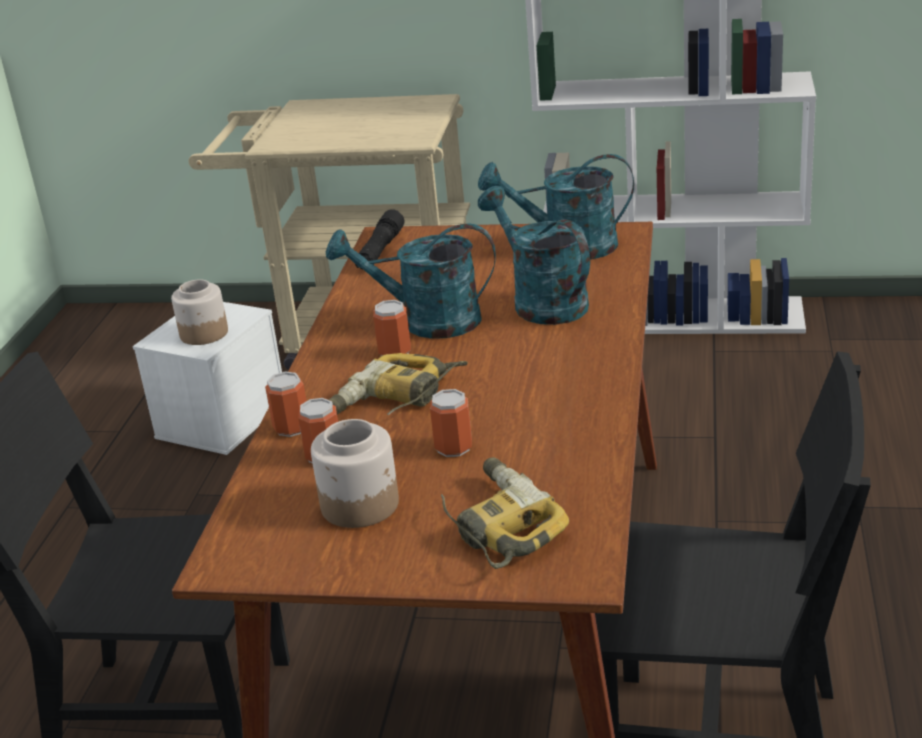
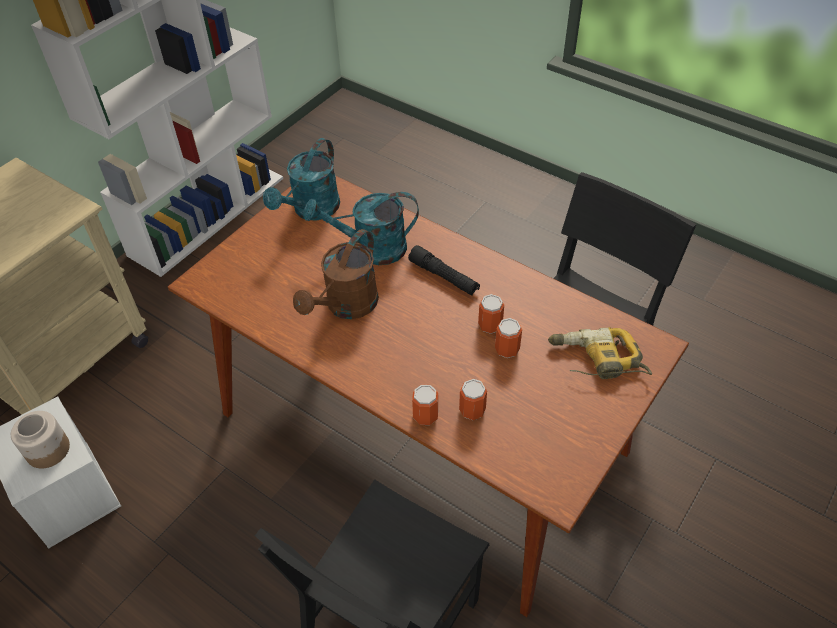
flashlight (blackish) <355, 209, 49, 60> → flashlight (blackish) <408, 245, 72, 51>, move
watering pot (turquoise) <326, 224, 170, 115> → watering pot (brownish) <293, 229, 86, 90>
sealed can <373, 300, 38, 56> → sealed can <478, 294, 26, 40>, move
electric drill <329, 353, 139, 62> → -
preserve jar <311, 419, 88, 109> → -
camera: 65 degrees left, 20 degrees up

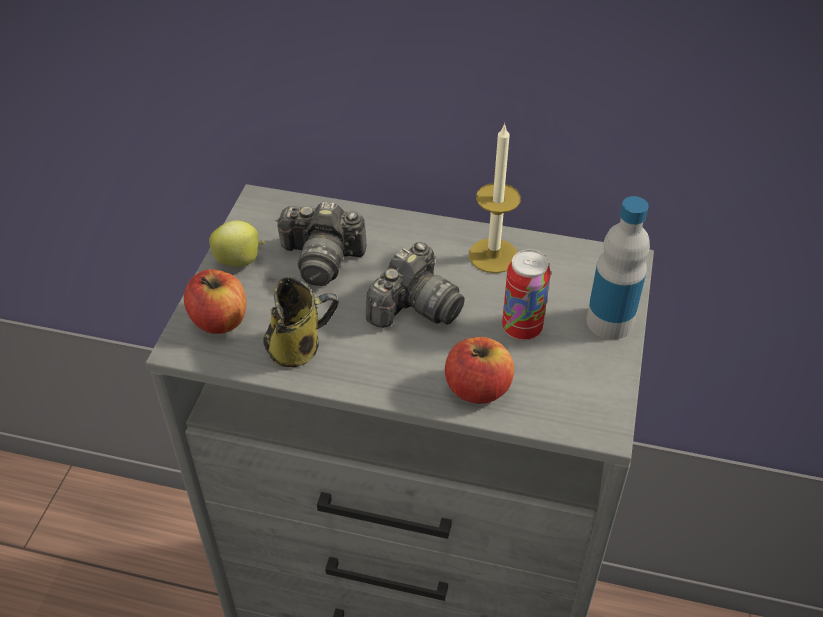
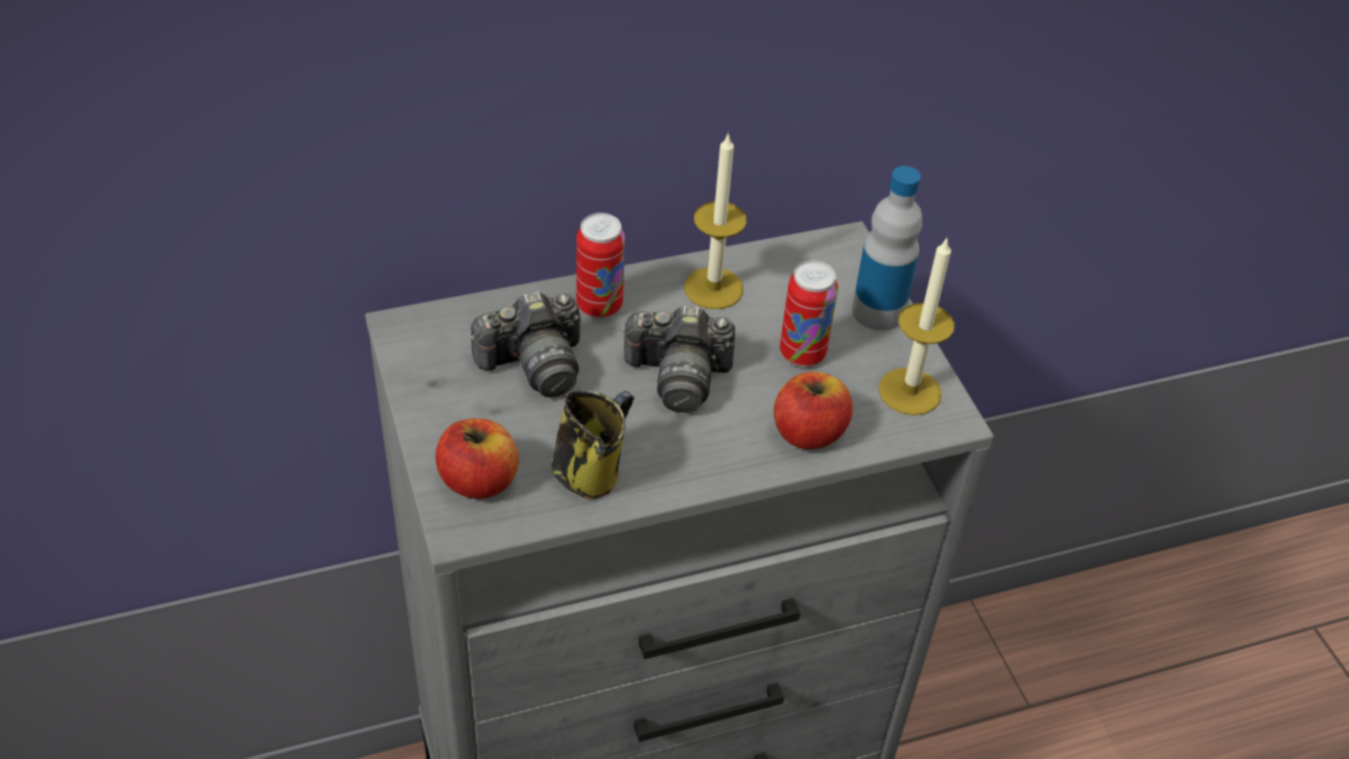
apple <209, 220, 56, 47> → -
photo camera <366, 242, 99, 86> → photo camera <621, 306, 114, 107>, 90 degrees clockwise
- → sealed can <576, 213, 49, 106>
- → wax candle <878, 237, 77, 178>
camera: 35 degrees left, 0 degrees up

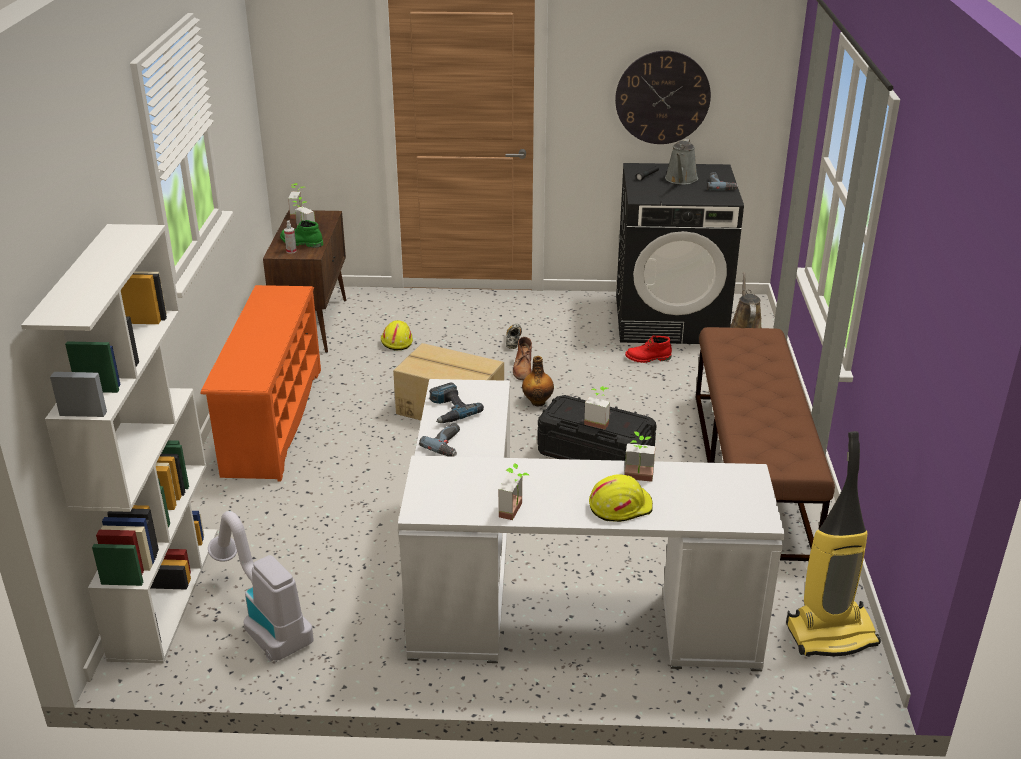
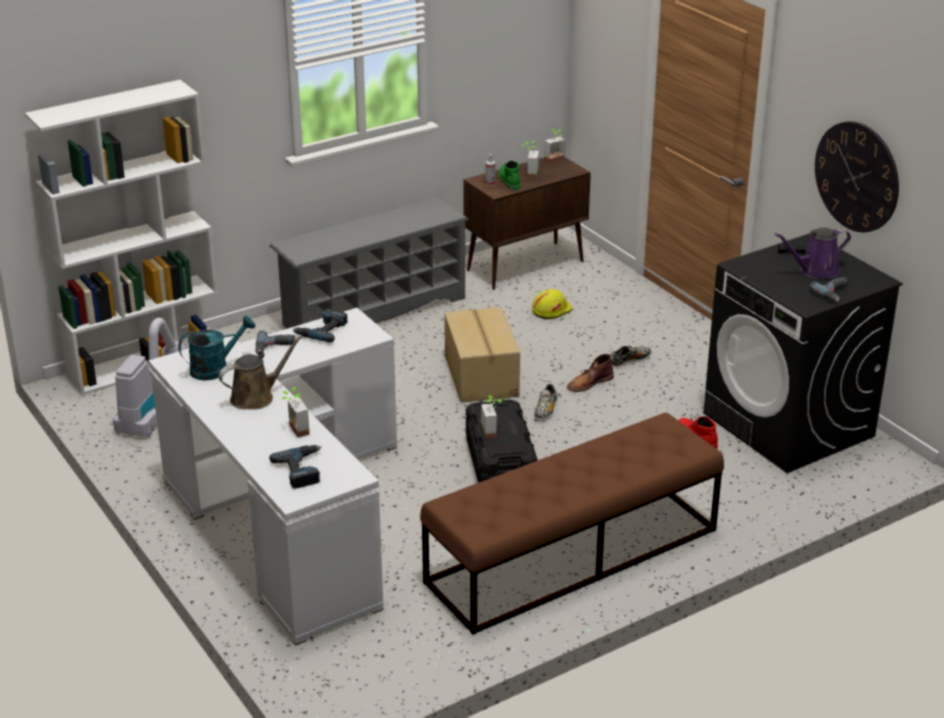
watering pot (greyish) <665, 139, 33, 46> → watering pot (purple-coloured) <775, 227, 76, 52>
watering pot (brownish) <730, 272, 32, 56> → watering pot (brownish) <219, 335, 84, 74>, move
shoe rack (orangey) <201, 285, 120, 197> → shoe rack (greyish) <270, 198, 199, 131>
beverage bottle <522, 356, 32, 50> → shoe <534, 384, 23, 34>
vacuum cleaner <786, 431, 95, 225> → -
potted plant <499, 463, 30, 57> → -
safety helmet (yellowish) <589, 474, 64, 48> → -
- → watering pot (turquoise) <178, 315, 77, 65>
- → electric drill <269, 445, 53, 44>
camera: 55 degrees right, 0 degrees up

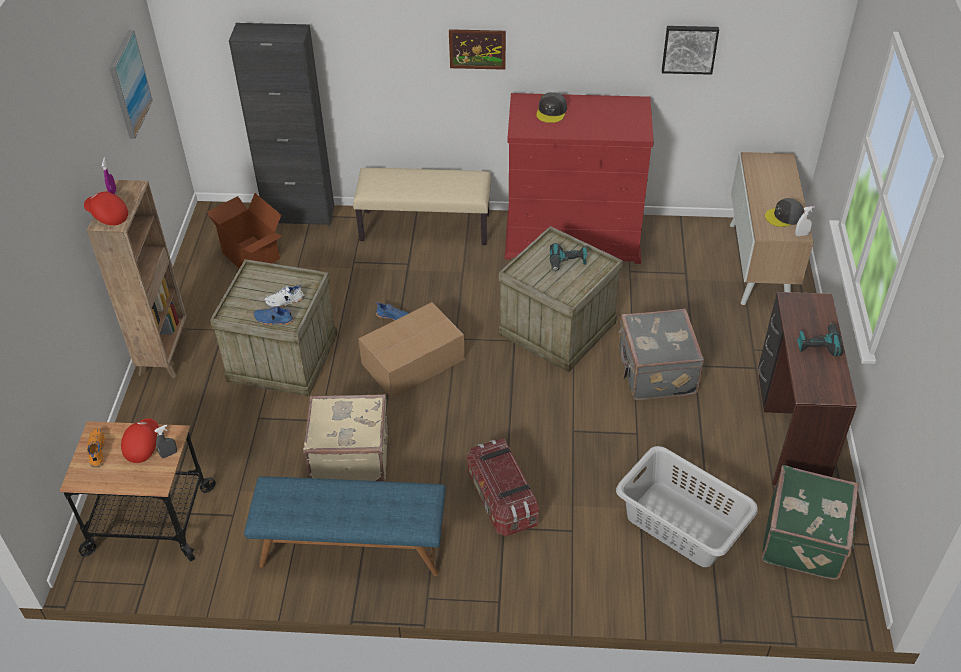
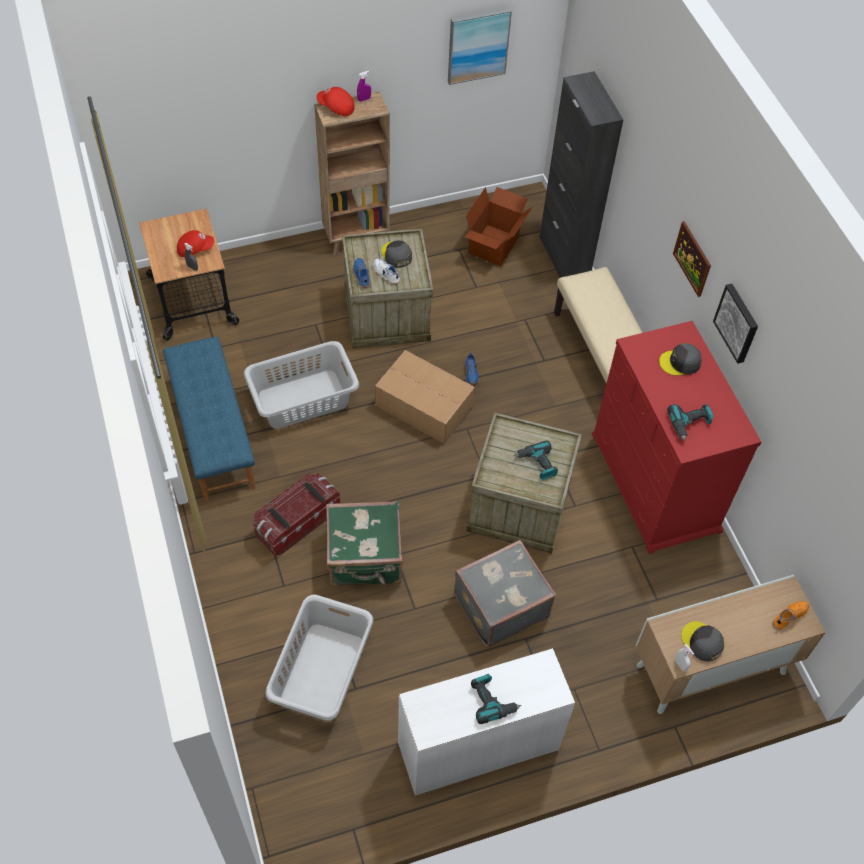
wall picture <662, 26, 57, 49> → wall picture <713, 284, 45, 80>, move
peaked cap (red-coloured) <84, 192, 44, 34> → peaked cap (red-coloured) <317, 87, 37, 29>, 75 degrees counterclockwise
desk table (brownish) <758, 292, 99, 194> → desk table (white) <398, 648, 177, 148>
piece of luggage (beige-coloured) <303, 394, 85, 87> → washing basket (greyish) <244, 341, 115, 88>
shoe (orangey) <87, 428, 19, 40> → shoe (orangey) <773, 601, 36, 29>, move
piece of luggage (green) <762, 465, 97, 115> → piece of luggage (green) <326, 501, 77, 85>, move
- → peaked cap (greyish) <382, 240, 30, 28>
- → electric drill <667, 404, 47, 37>
camera: 65 degrees right, 10 degrees up

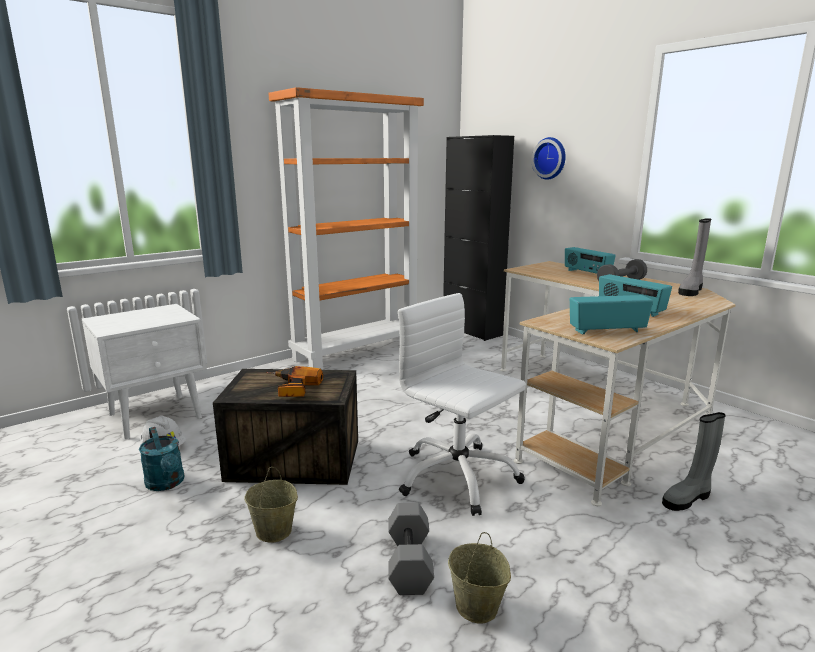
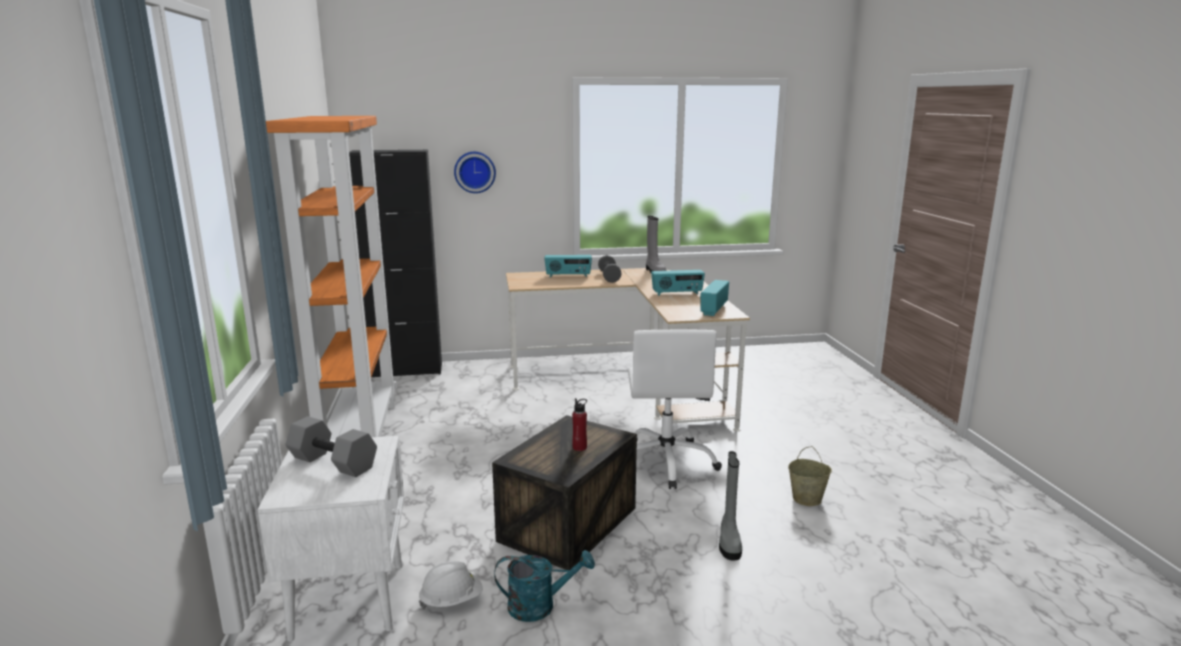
computer chair (white) <398, 293, 128, 223> → computer chair (white) <628, 330, 94, 159>, 75 degrees counterclockwise
electric drill <266, 366, 57, 31> → beverage bottle (red-coloured) <572, 398, 15, 53>
boot (greyish) <662, 412, 63, 99> → boot (greyish) <719, 451, 23, 109>, move
water bucket (beige-coloured) <244, 467, 54, 76> → -
free weight (greyish) <389, 503, 45, 92> → free weight (greyish) <285, 416, 92, 61>, move
camera: 60 degrees left, 0 degrees up

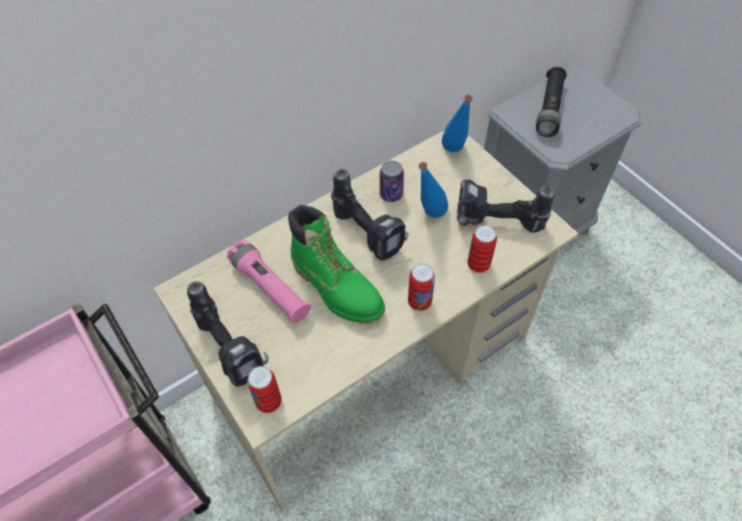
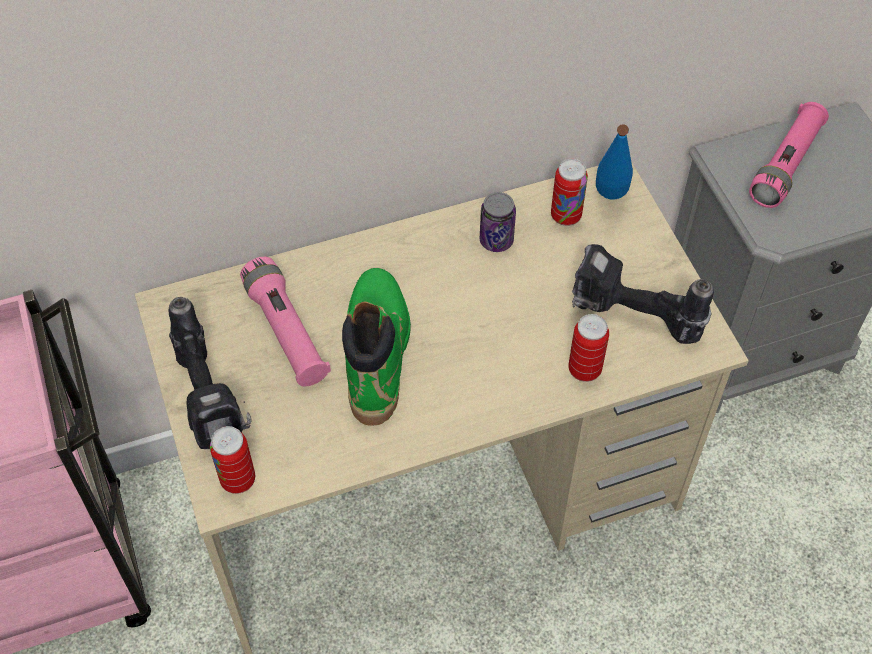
flashlight (blackish) <536, 67, 30, 70> → flashlight (pink-coloured) <749, 102, 80, 106>
beverage bottle (bluish) <419, 162, 29, 56> → -
electric drill <331, 169, 78, 92> → -
boot (green) <288, 205, 97, 119> → boot (green) <342, 268, 69, 158>, 150 degrees counterclockwise
sealed can <408, 263, 27, 48> → sealed can <551, 159, 37, 67>, move
camera: 15 degrees right, 0 degrees up

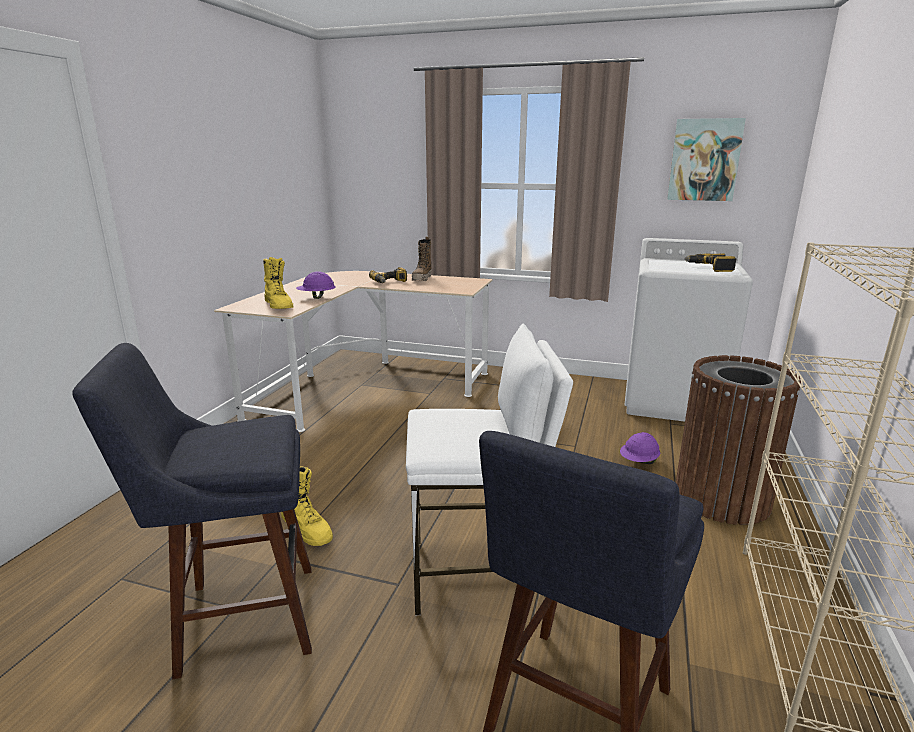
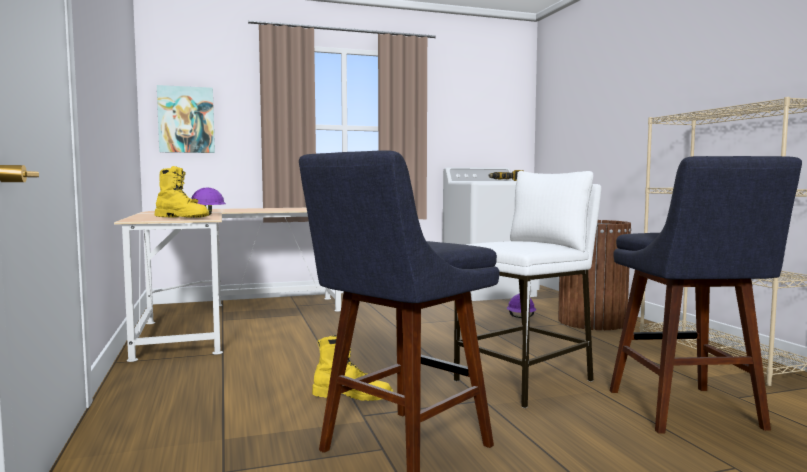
wall picture <667, 118, 79, 83> → wall picture <157, 85, 58, 68>, move
boot <412, 237, 20, 44> → -
electric drill <369, 267, 38, 16> → -
camera: 35 degrees left, 15 degrees down

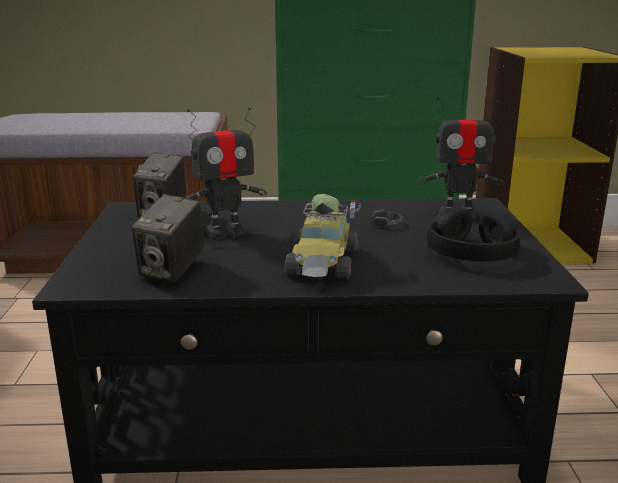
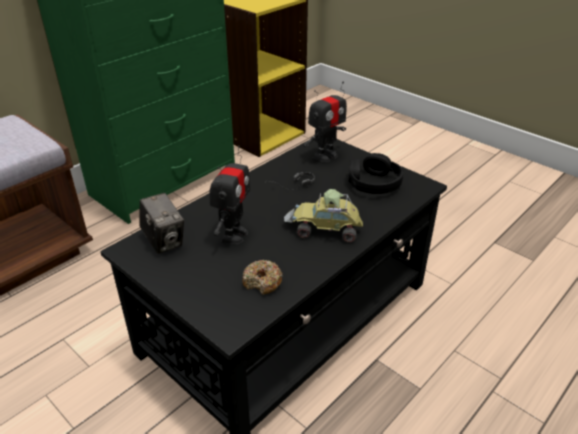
photo camera <132, 194, 73, 89> → ring doughnut <242, 260, 41, 35>
miniature car <285, 194, 76, 85> → miniature car <284, 189, 79, 54>, 135 degrees clockwise
camera: 45 degrees left, 15 degrees up

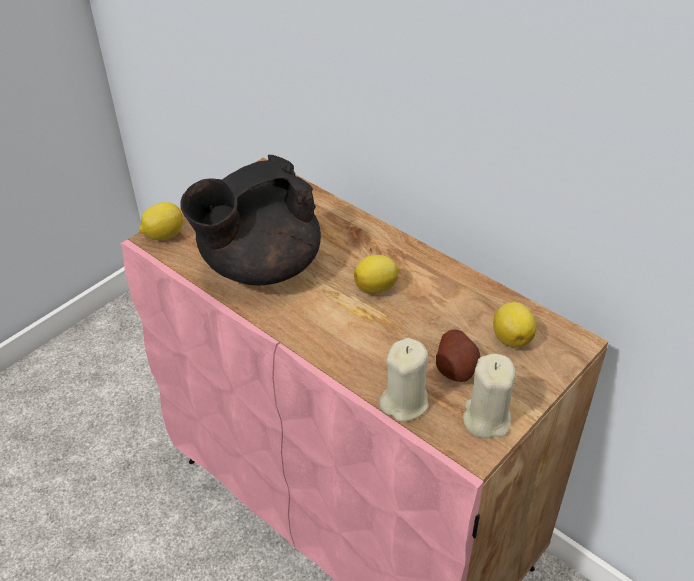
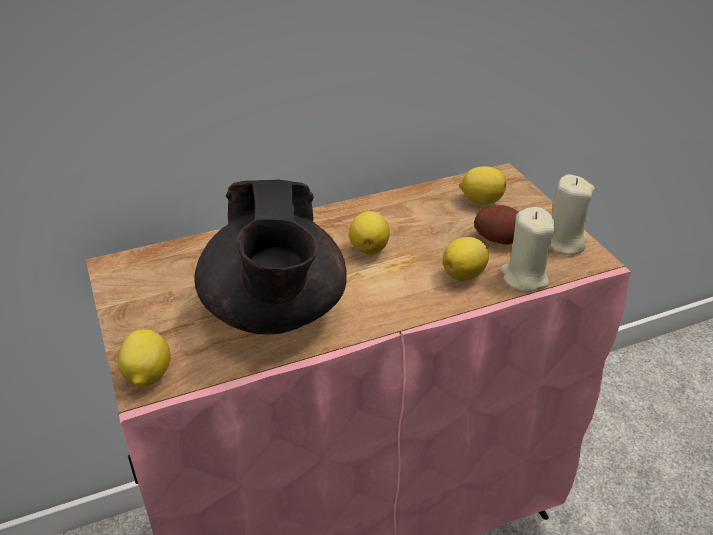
- → citrus fruit <443, 237, 46, 44>
camera: 65 degrees left, 5 degrees down

